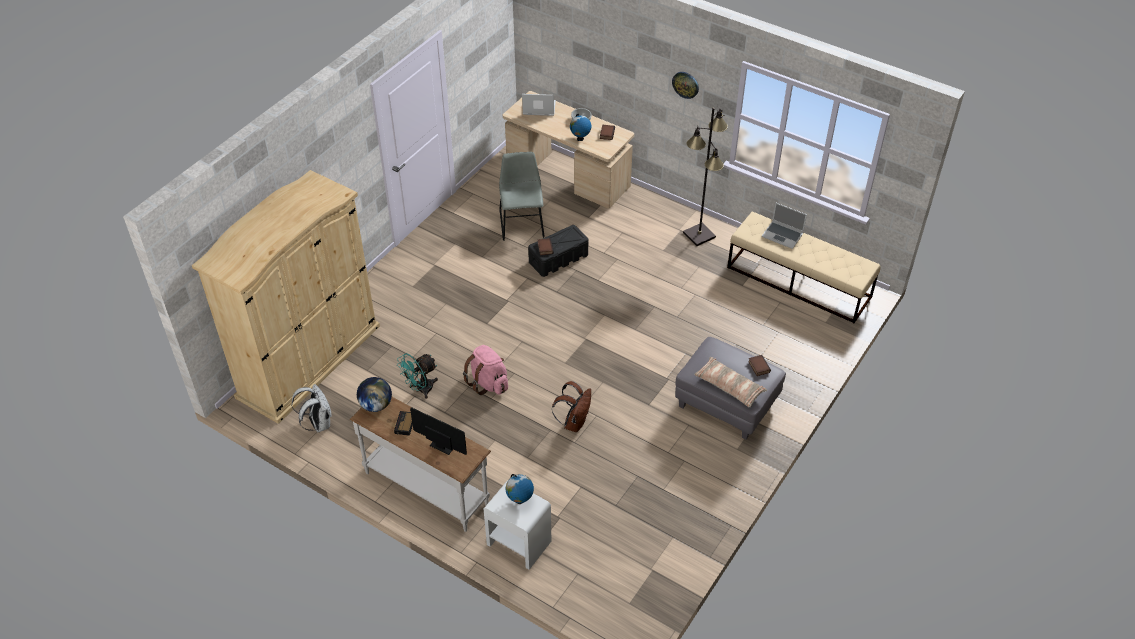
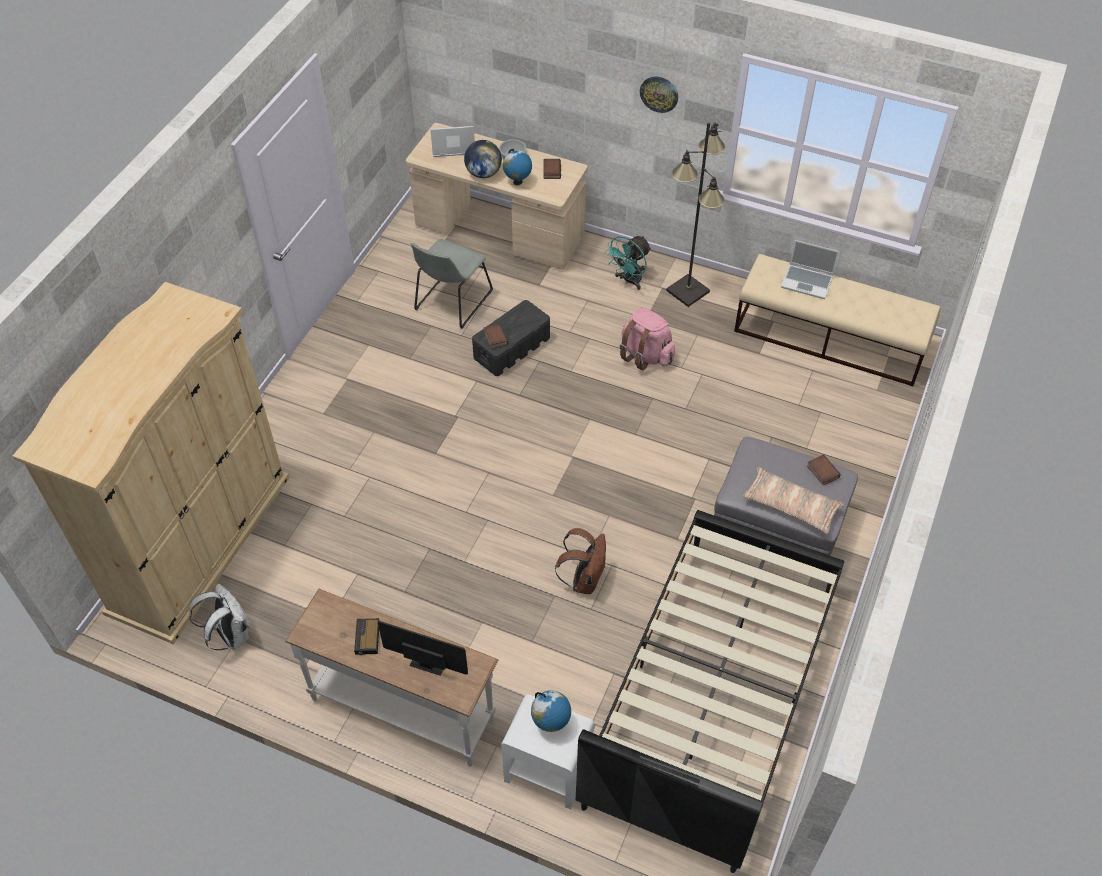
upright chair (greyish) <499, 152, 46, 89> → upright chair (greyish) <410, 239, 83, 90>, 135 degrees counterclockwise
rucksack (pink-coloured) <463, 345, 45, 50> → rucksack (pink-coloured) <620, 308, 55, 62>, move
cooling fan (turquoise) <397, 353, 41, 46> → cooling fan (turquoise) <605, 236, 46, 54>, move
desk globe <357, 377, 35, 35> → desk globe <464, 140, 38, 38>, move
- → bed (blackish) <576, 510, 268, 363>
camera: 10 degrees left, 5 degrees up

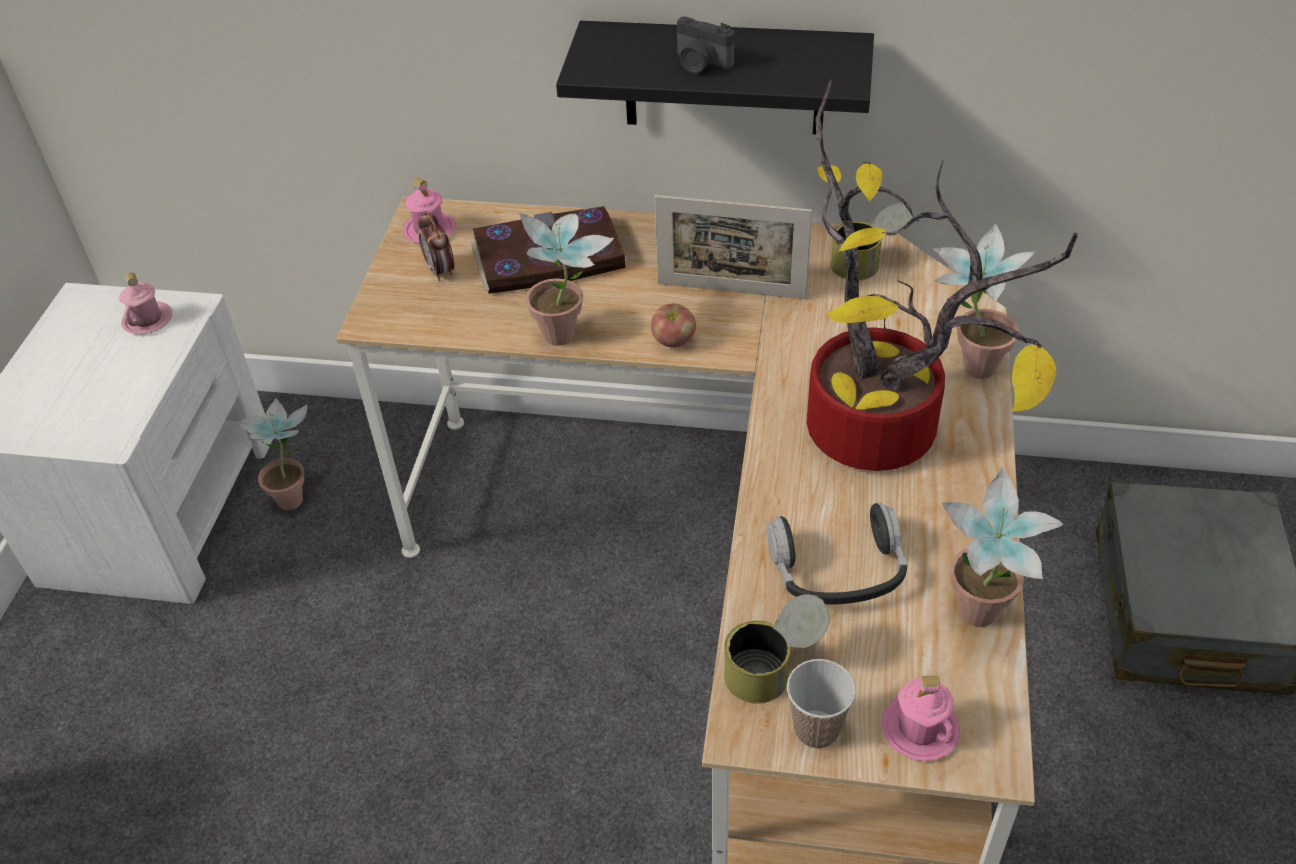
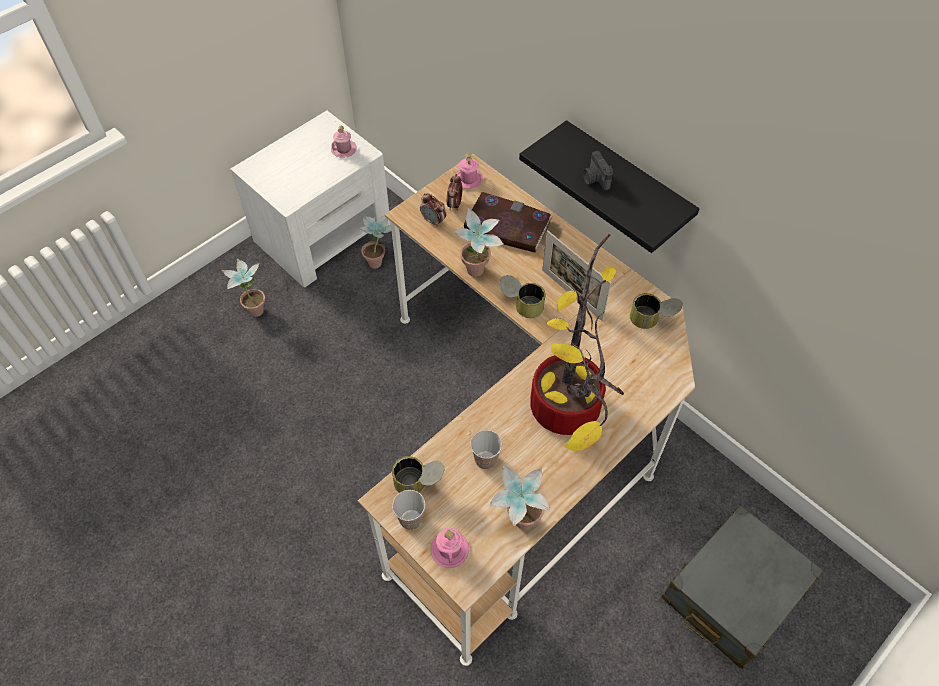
potted plant <932, 223, 103, 156> → potted plant <222, 259, 43, 58>, move
apple <651, 304, 45, 44> → sealed can <499, 275, 47, 43>
pair of headphones <767, 502, 141, 102> → cup <470, 430, 32, 40>
- → alarm clock <420, 193, 26, 34>
camera: 35 degrees right, 10 degrees up

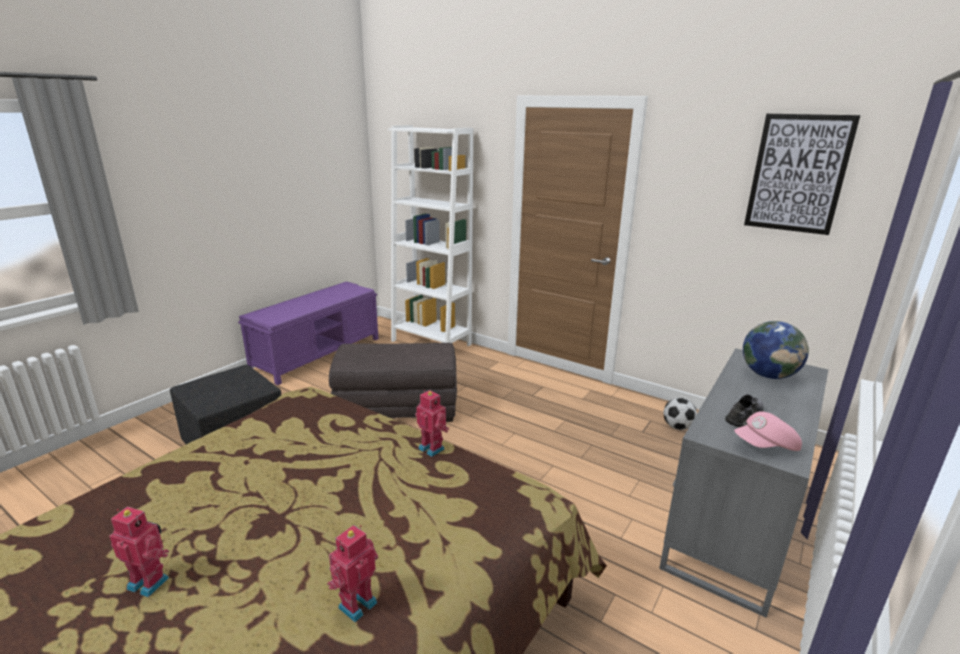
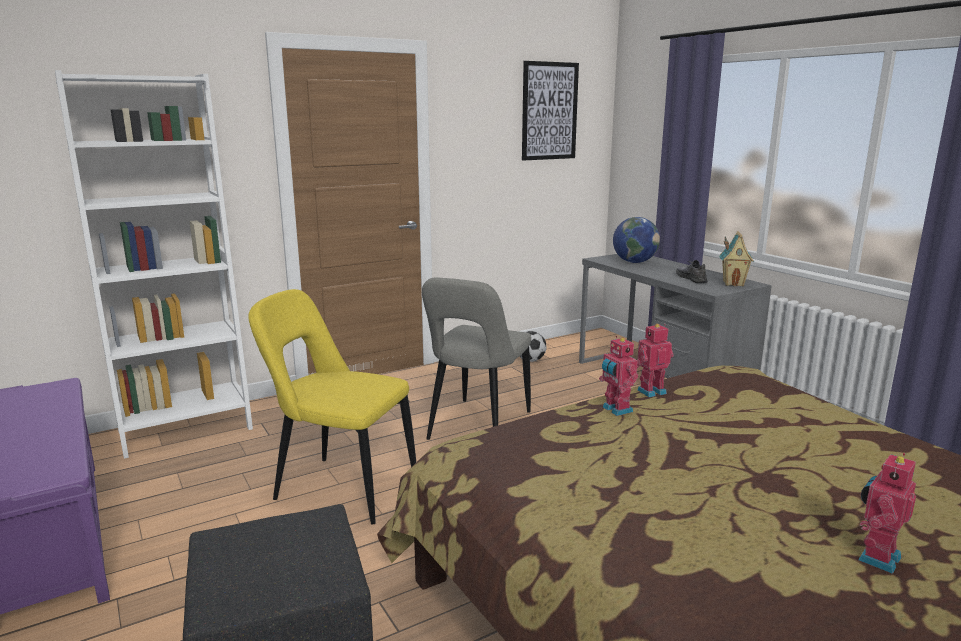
pouffe (greyish) <329, 343, 128, 79> → upright chair (yellowish) <248, 289, 168, 235>
peaked cap (pink-coloured) <734, 412, 68, 39> → model house <719, 231, 35, 55>
robot figure <327, 525, 51, 97> → robot figure <599, 336, 39, 80>, move
- → upright chair (greyish) <422, 278, 109, 162>
camera: 65 degrees left, 5 degrees down

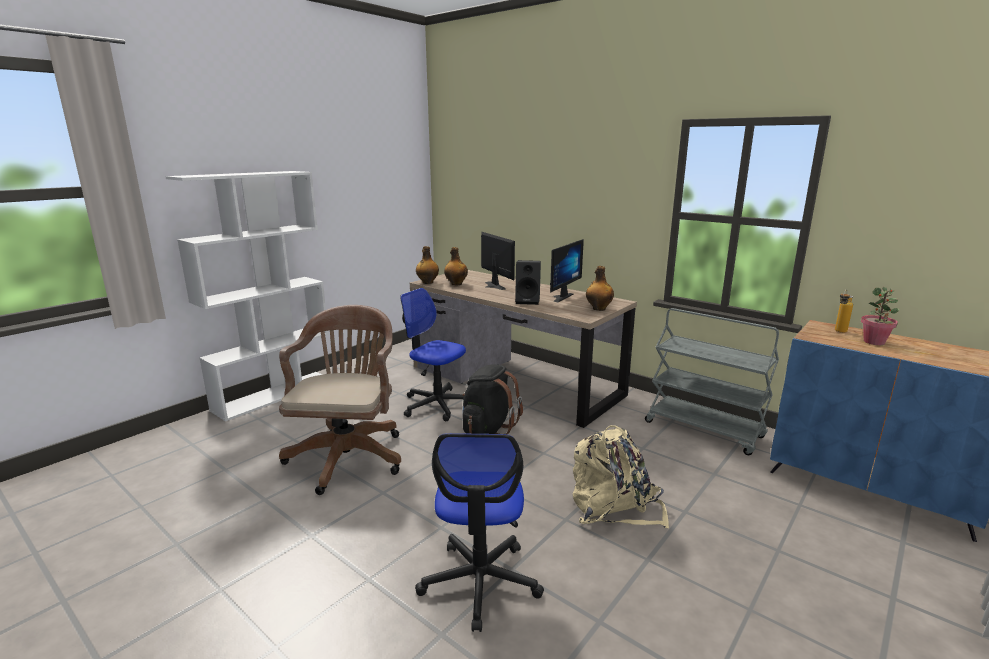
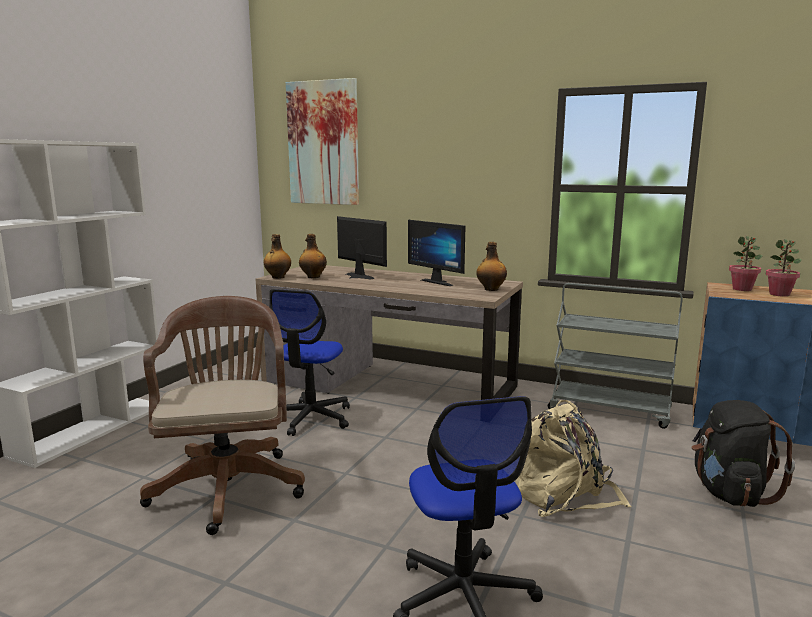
computer display <550, 239, 34, 63> → computer display <408, 220, 57, 66>, 120 degrees clockwise
loudspeaker (blackish) <515, 260, 26, 45> → -
computer chair <400, 288, 66, 133> → computer chair <269, 289, 81, 147>, 90 degrees counterclockwise
beverage bottle <835, 290, 18, 43> → potted plant <729, 236, 33, 55>
rucksack (blackish) <462, 364, 61, 70> → rucksack (blackish) <692, 400, 103, 107>, move
- → wall picture <286, 78, 73, 127>
camera: 15 degrees left, 5 degrees down

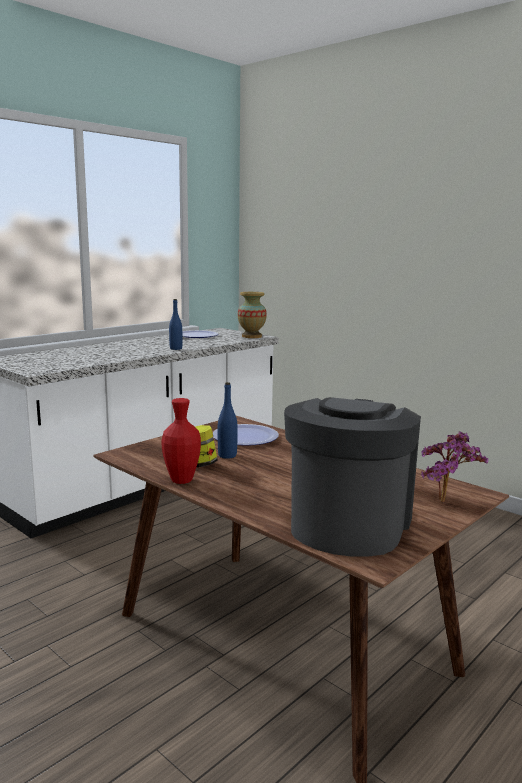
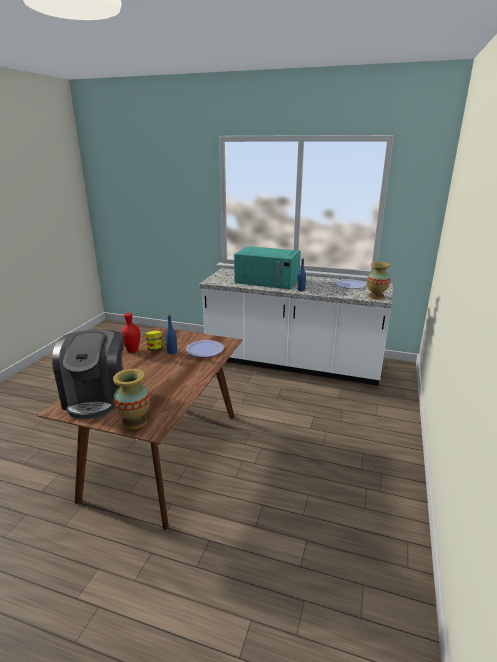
coffee machine <284, 397, 137, 160> → coffee machine <52, 329, 72, 90>, 90 degrees clockwise
potted plant <421, 431, 67, 71> → vase <113, 369, 37, 60>
- → microwave (turquoise) <234, 246, 67, 43>
camera: 65 degrees right, 10 degrees up

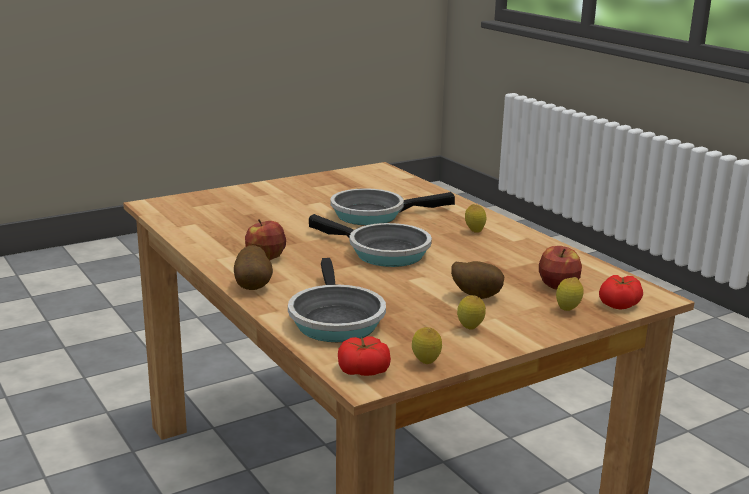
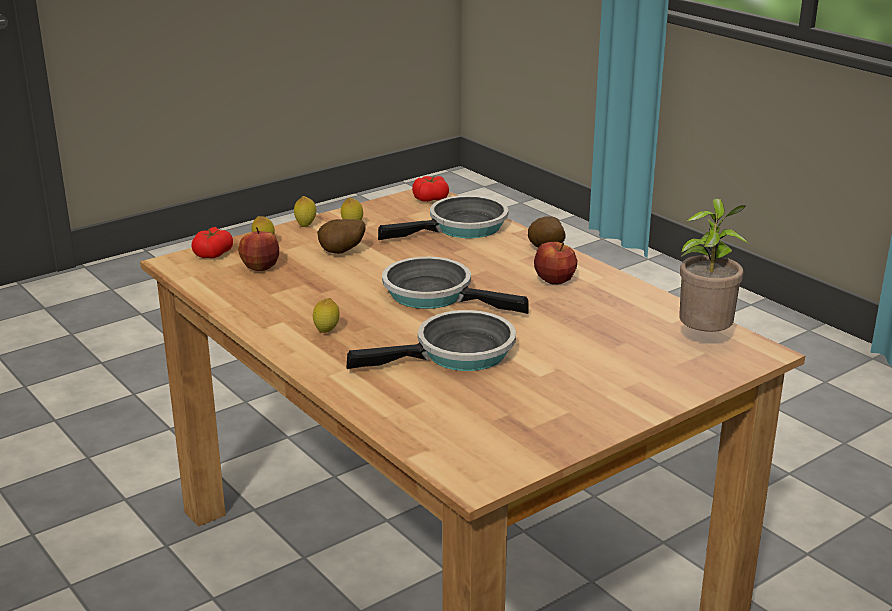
pan <288, 258, 98, 84> → pan <378, 195, 130, 45>, 75 degrees clockwise
citrus fruit <412, 327, 30, 37> → citrus fruit <294, 196, 22, 31>, move
- → potted plant <679, 198, 69, 134>
camera: 175 degrees right, 5 degrees up

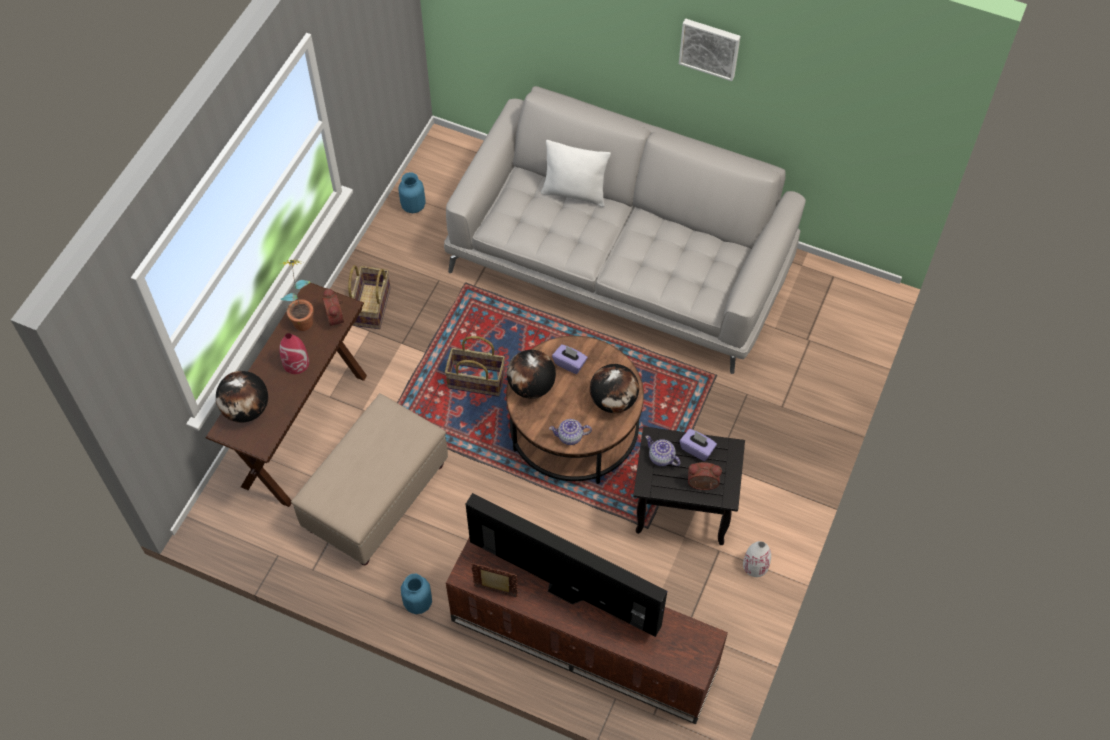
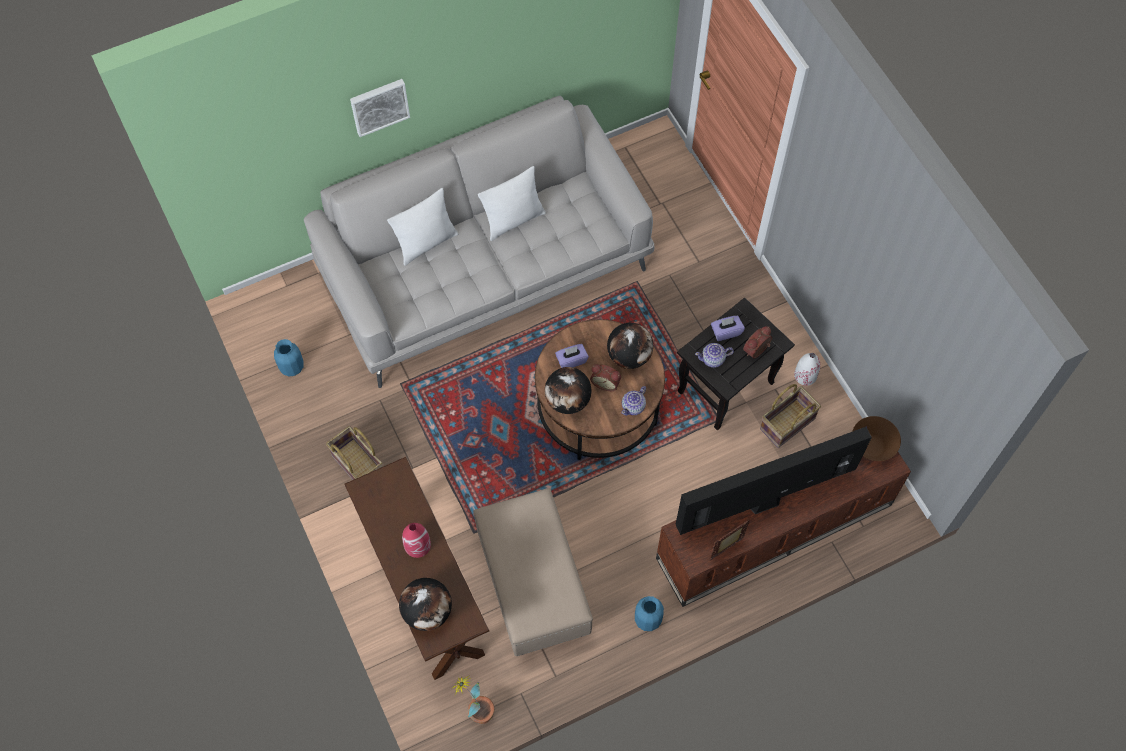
wall picture <679, 18, 62, 63> → wall picture <350, 79, 60, 58>, move
potted plant <280, 259, 34, 72> → potted plant <452, 675, 42, 49>, move
alarm clock <322, 288, 22, 40> → alarm clock <590, 364, 31, 27>, move
household basket <445, 336, 60, 61> → household basket <760, 384, 61, 64>, move
- → throw pillow (white) <478, 166, 68, 75>
- → deep dish (brownish) <852, 416, 49, 45>
camera: 50 degrees left, 5 degrees up

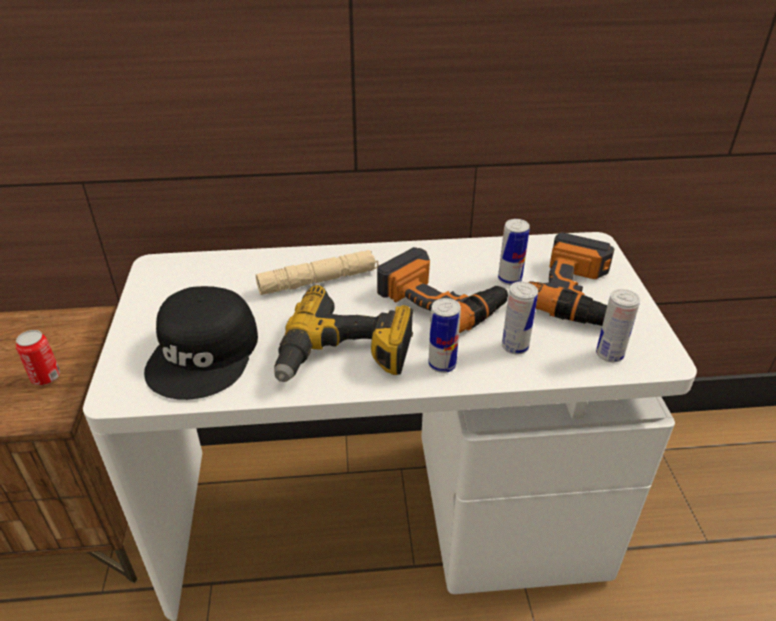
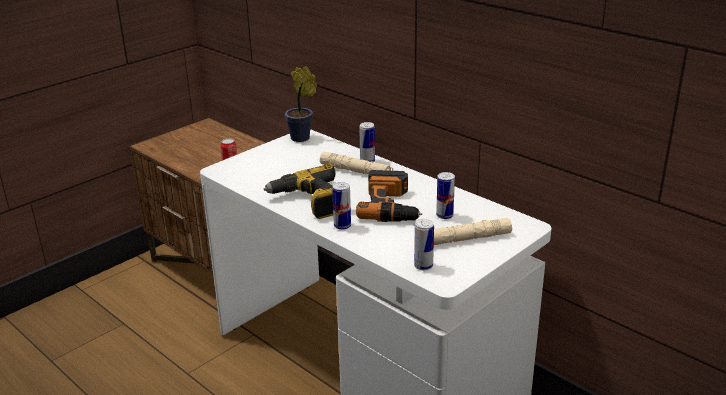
electric drill <528, 232, 86, 94> → flashlight (beige-coloured) <434, 218, 78, 27>
sealed can <502, 281, 36, 73> → sealed can <359, 122, 16, 40>, move
peaked cap (blackish) <144, 286, 114, 114> → -
- → potted plant <285, 66, 32, 76>
camera: 50 degrees right, 10 degrees down

